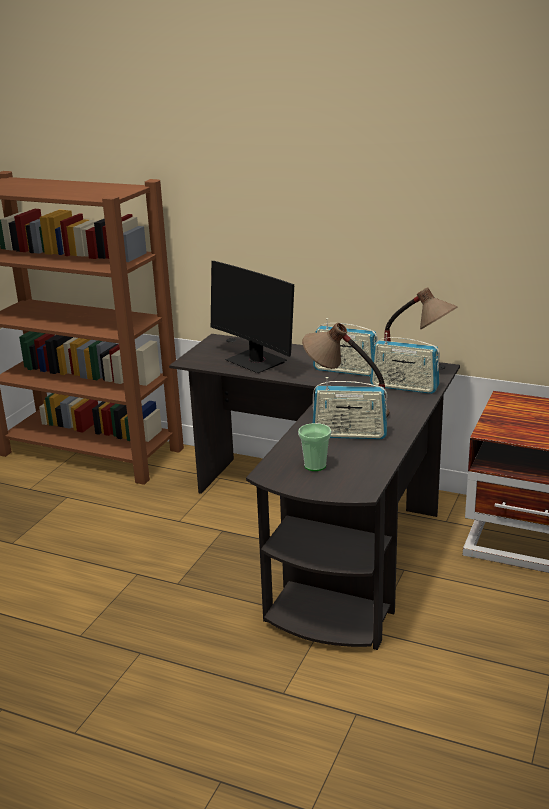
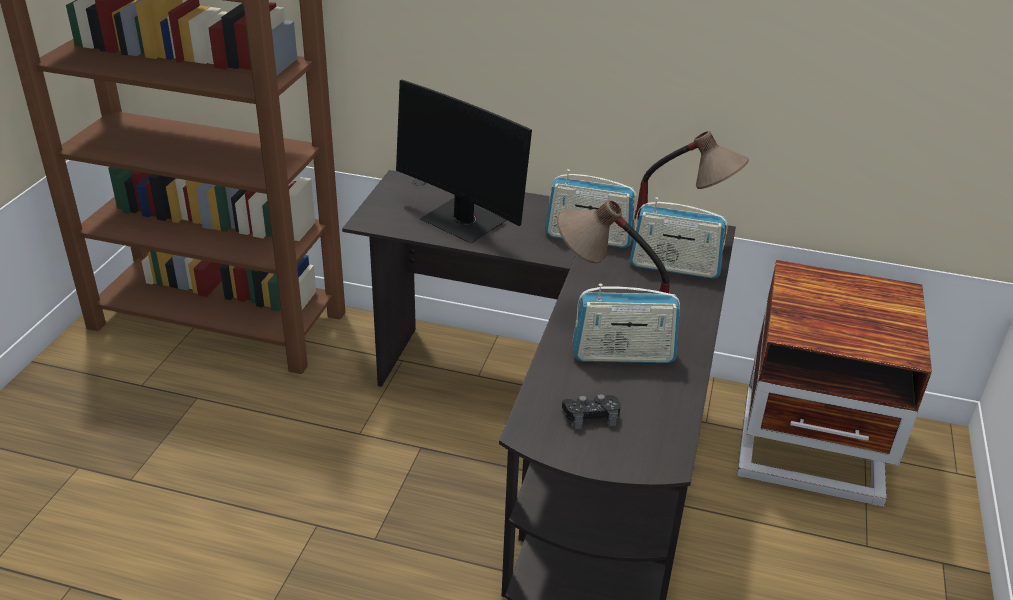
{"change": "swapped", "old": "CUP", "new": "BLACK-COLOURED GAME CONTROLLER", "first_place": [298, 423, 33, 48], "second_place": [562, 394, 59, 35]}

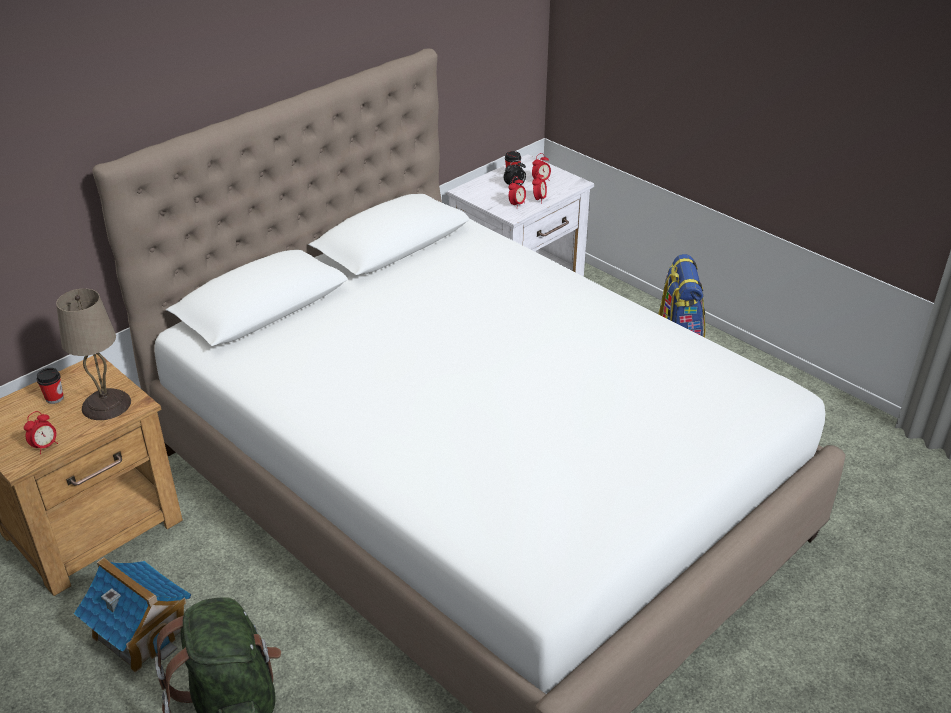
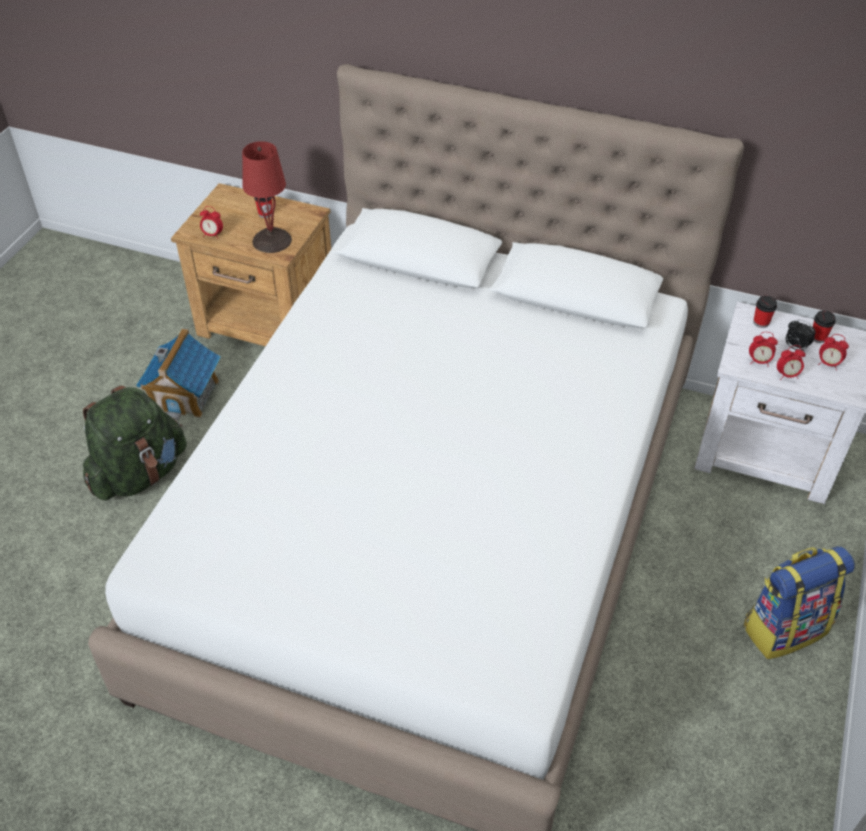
{"change": "repainted", "old": "BEIGE-COLOURED TABLETOP LAMP", "new": "RED-COLOURED TABLETOP LAMP", "first_place": [56, 289, 75, 131], "second_place": [242, 141, 50, 112]}
{"change": "new", "new": "CUP", "second_place": [753, 296, 24, 32]}

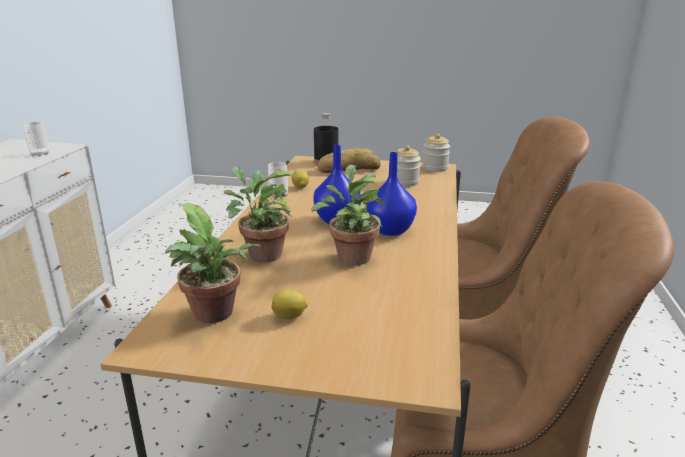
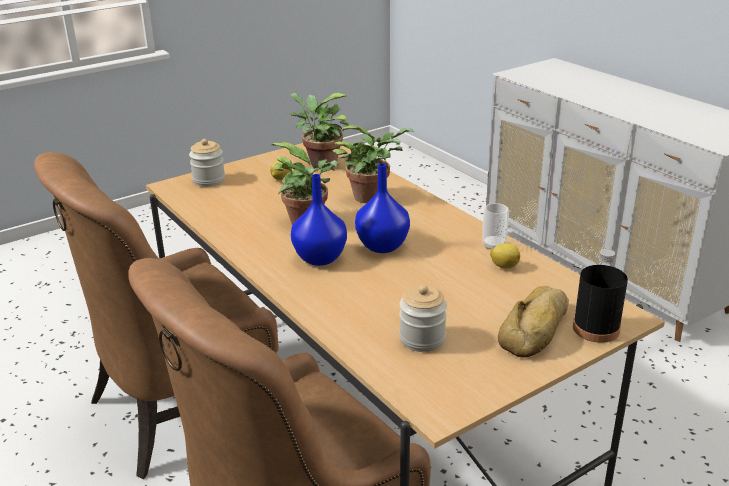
{"change": "gone", "old": "CUP", "first_place": [23, 122, 26, 35]}
{"change": "shifted", "old": "PRESERVE JAR", "first_place": [422, 134, 28, 38], "second_place": [189, 139, 36, 48]}

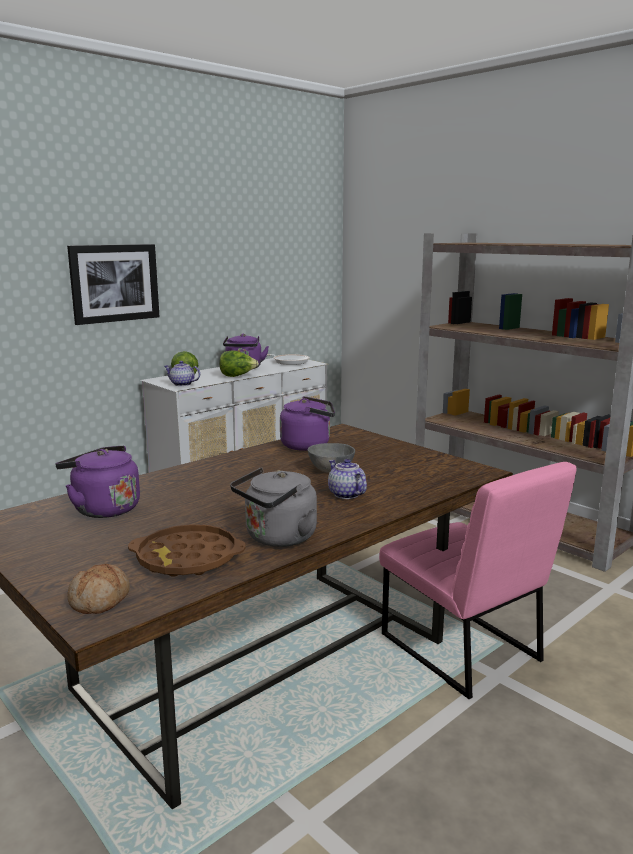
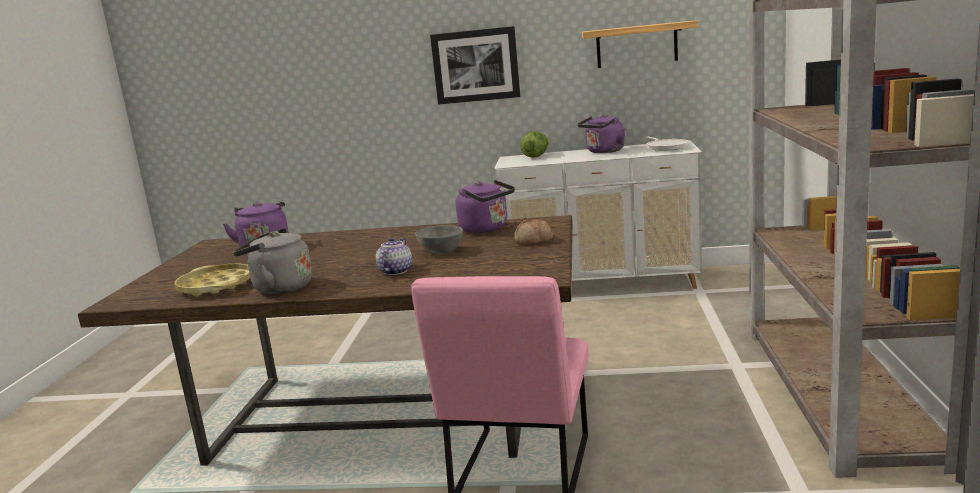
{"change": "shifted", "old": "BAKERY BREAD", "first_place": [68, 564, 62, 50], "second_place": [514, 219, 39, 27]}
{"change": "repainted", "old": "BROWN-COLOURED TRAY", "new": "YELLOW-COLOURED TRAY", "first_place": [128, 524, 118, 53], "second_place": [174, 264, 76, 32]}
{"change": "gone", "old": "TEA POT", "first_place": [164, 361, 36, 25]}
{"change": "gone", "old": "LETTUCE", "first_place": [219, 350, 40, 27]}
{"change": "new", "new": "WALL SHELF", "second_place": [582, 21, 116, 47]}

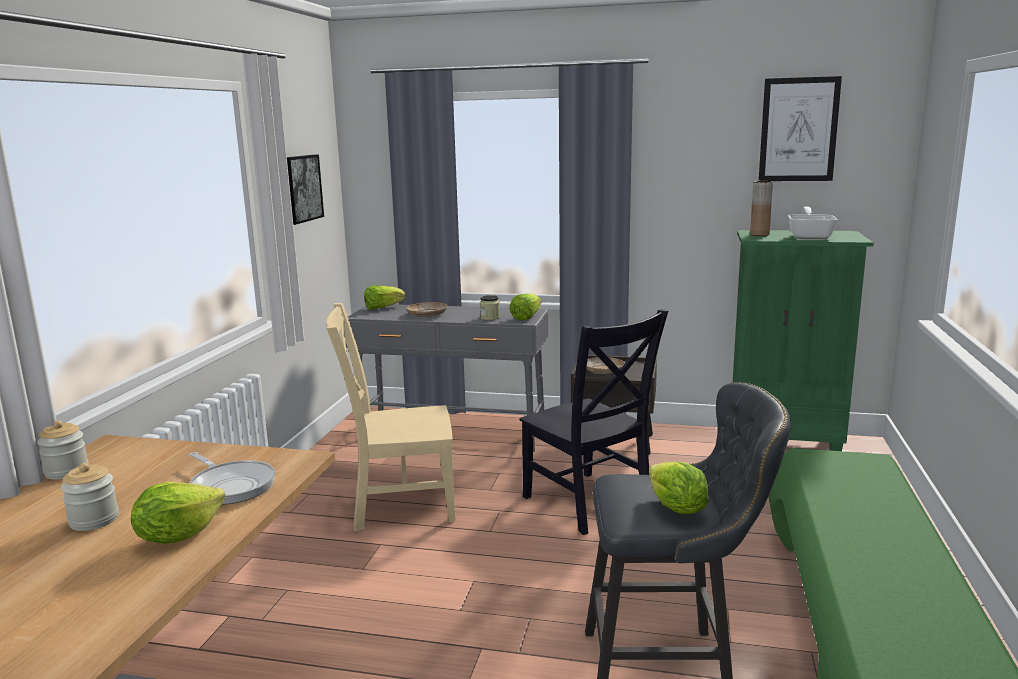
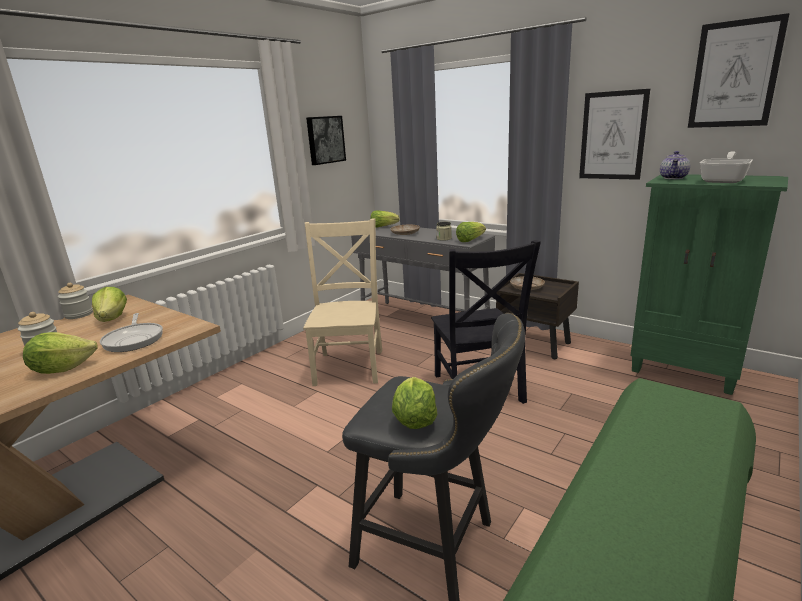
{"change": "rotated", "old": "BEIGE-COLOURED CHAIR", "first_place": [326, 303, 129, 228], "second_place": [303, 218, 79, 168], "degrees": 75}
{"change": "swapped", "old": "BROWN-COLOURED FLOWER VASE", "new": "TEA POT", "first_place": [750, 181, 23, 55], "second_place": [660, 151, 30, 28]}
{"change": "new", "new": "LETTUCE", "second_place": [92, 287, 35, 35]}
{"change": "new", "new": "PICTURE", "second_place": [579, 89, 71, 91]}

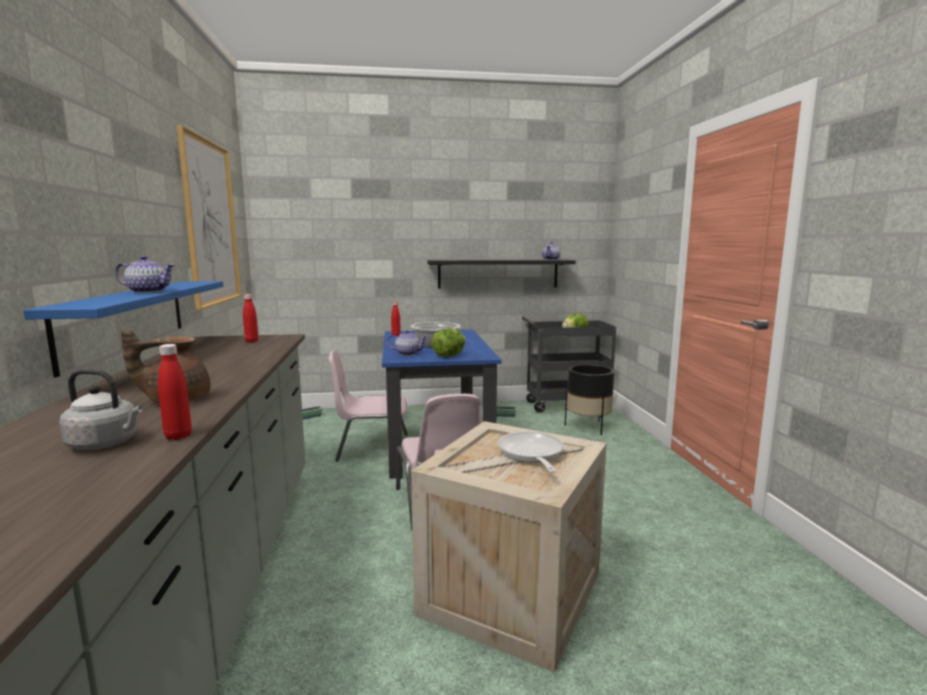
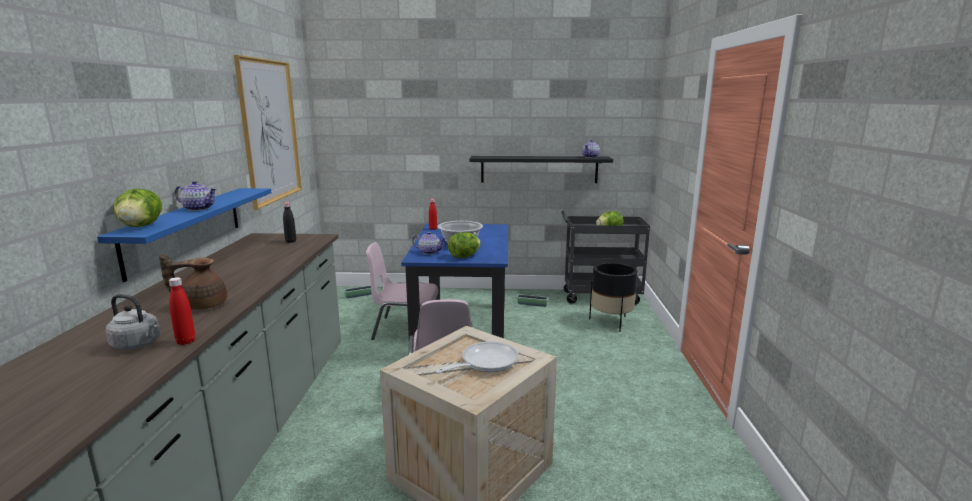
{"change": "repainted", "old": "RED-COLOURED DRINK BOTTLE", "new": "BLACK-COLOURED DRINK BOTTLE", "first_place": [243, 294, 16, 48], "second_place": [283, 202, 13, 41]}
{"change": "rotated", "old": "PAN", "first_place": [497, 432, 67, 41], "second_place": [435, 341, 84, 33], "degrees": 45}
{"change": "new", "new": "LETTUCE", "second_place": [114, 188, 48, 39]}

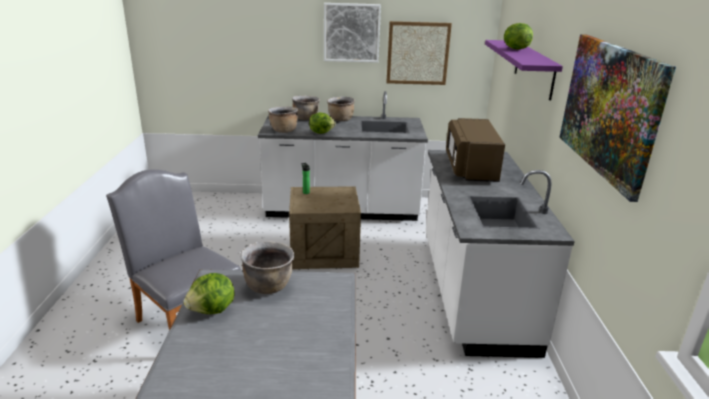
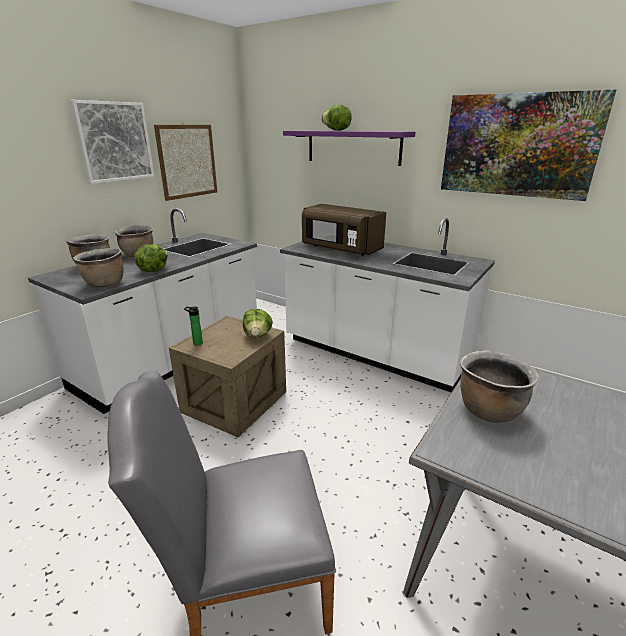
{"change": "shifted", "old": "LETTUCE", "first_place": [183, 273, 52, 41], "second_place": [243, 309, 30, 29]}

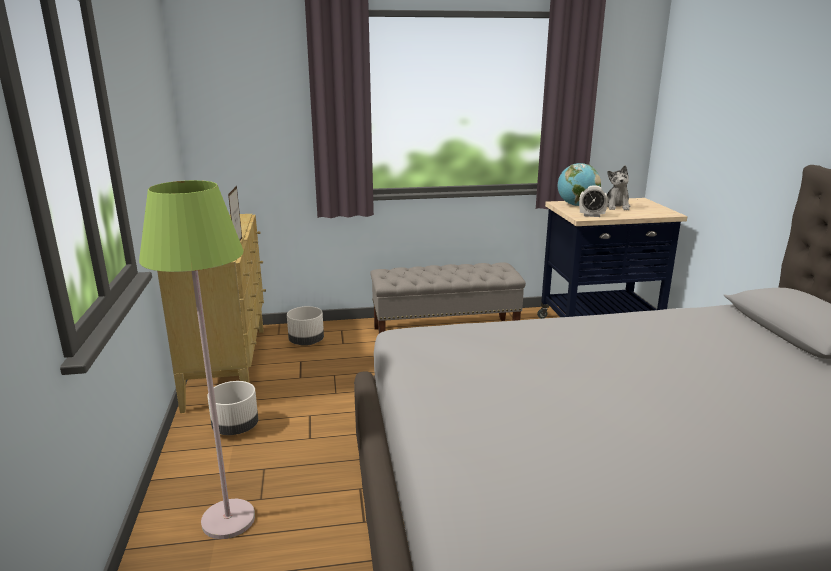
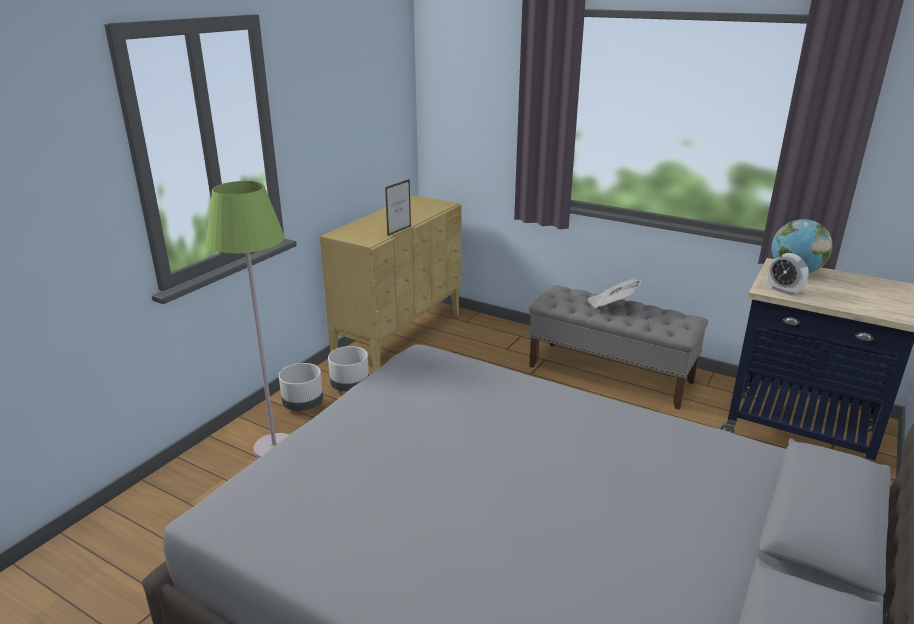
{"change": "shifted", "old": "WHITE PLANTER", "first_place": [287, 306, 37, 40], "second_place": [279, 363, 44, 48]}
{"change": "gone", "old": "SOFT TOY", "first_place": [607, 165, 23, 45]}
{"change": "new", "new": "DAILY PAPER", "second_place": [588, 279, 53, 29]}

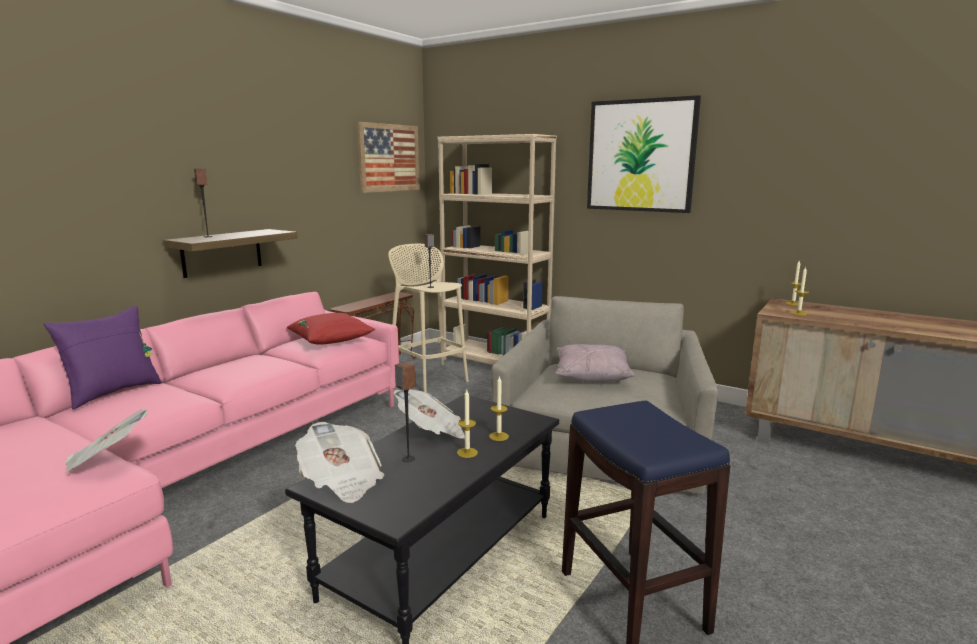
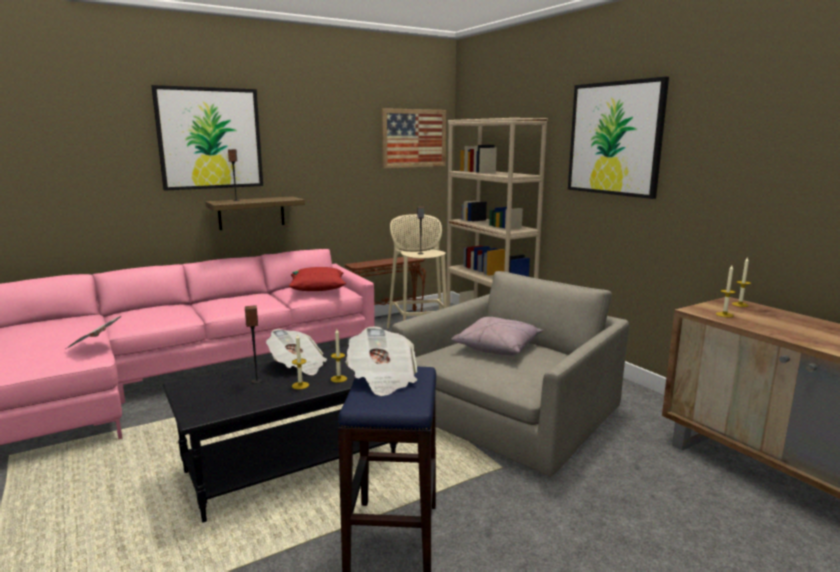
{"change": "gone", "old": "PURPLISH CUSHION", "first_place": [43, 306, 119, 103]}
{"change": "shifted", "old": "DAILY PAPER", "first_place": [295, 422, 90, 81], "second_place": [346, 326, 71, 70]}
{"change": "new", "new": "PICTURE", "second_place": [151, 85, 112, 106]}

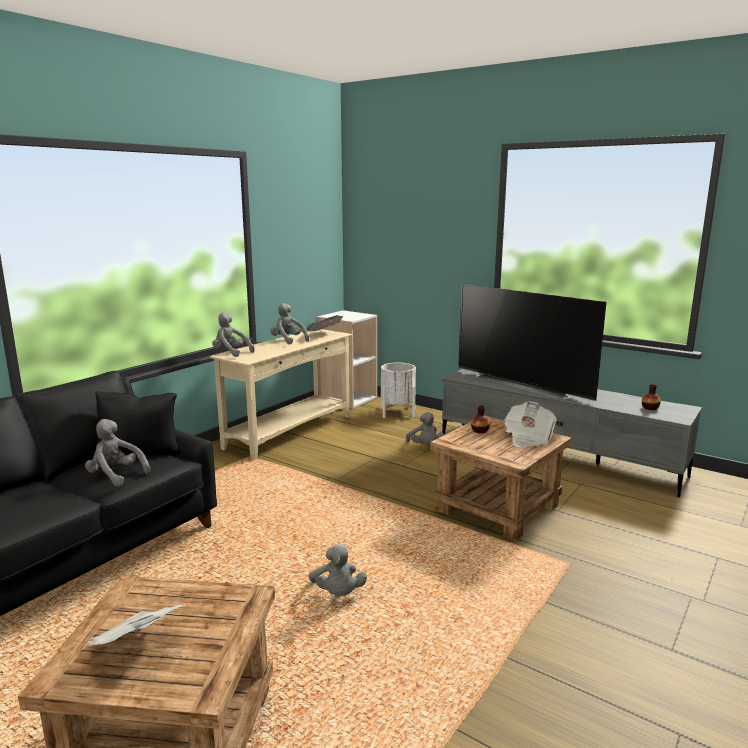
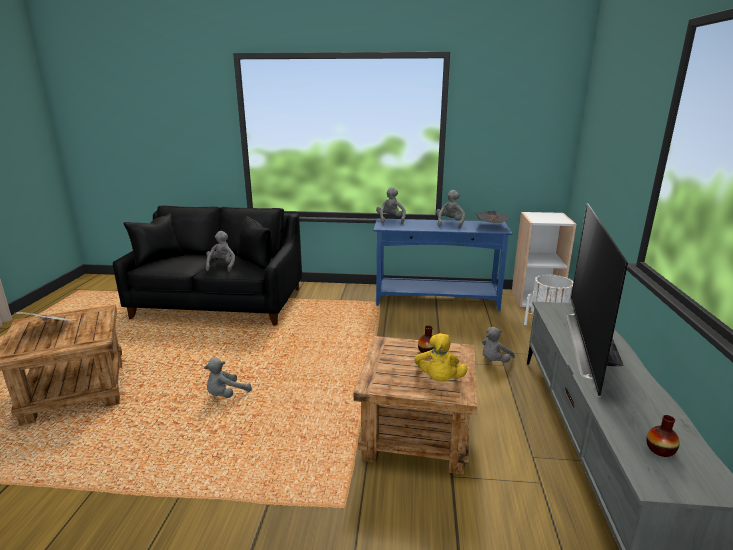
{"change": "repainted", "old": "BEIGE-COLOURED HALL TABLE", "new": "BLUE HALL TABLE", "first_place": [210, 329, 142, 131], "second_place": [373, 218, 140, 93]}
{"change": "swapped", "old": "DAILY PAPER", "new": "YELLOW-COLOURED SOFT TOY", "first_place": [504, 401, 53, 47], "second_place": [414, 333, 53, 49]}

